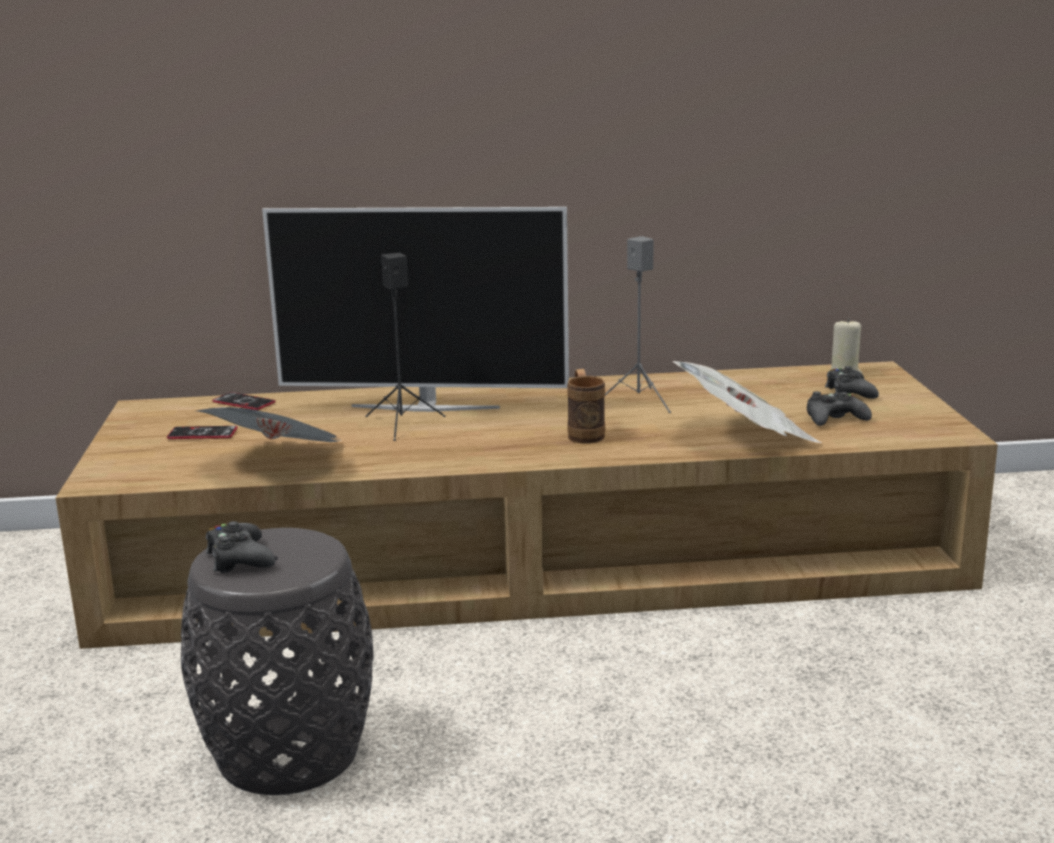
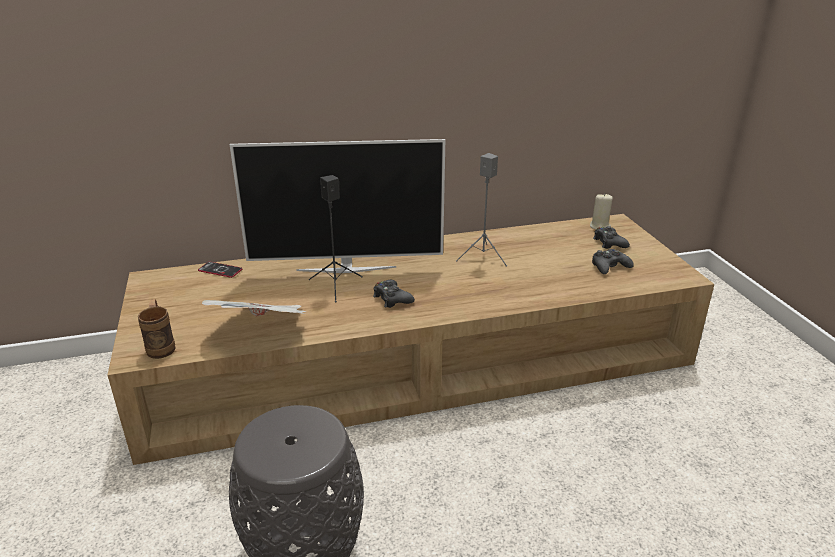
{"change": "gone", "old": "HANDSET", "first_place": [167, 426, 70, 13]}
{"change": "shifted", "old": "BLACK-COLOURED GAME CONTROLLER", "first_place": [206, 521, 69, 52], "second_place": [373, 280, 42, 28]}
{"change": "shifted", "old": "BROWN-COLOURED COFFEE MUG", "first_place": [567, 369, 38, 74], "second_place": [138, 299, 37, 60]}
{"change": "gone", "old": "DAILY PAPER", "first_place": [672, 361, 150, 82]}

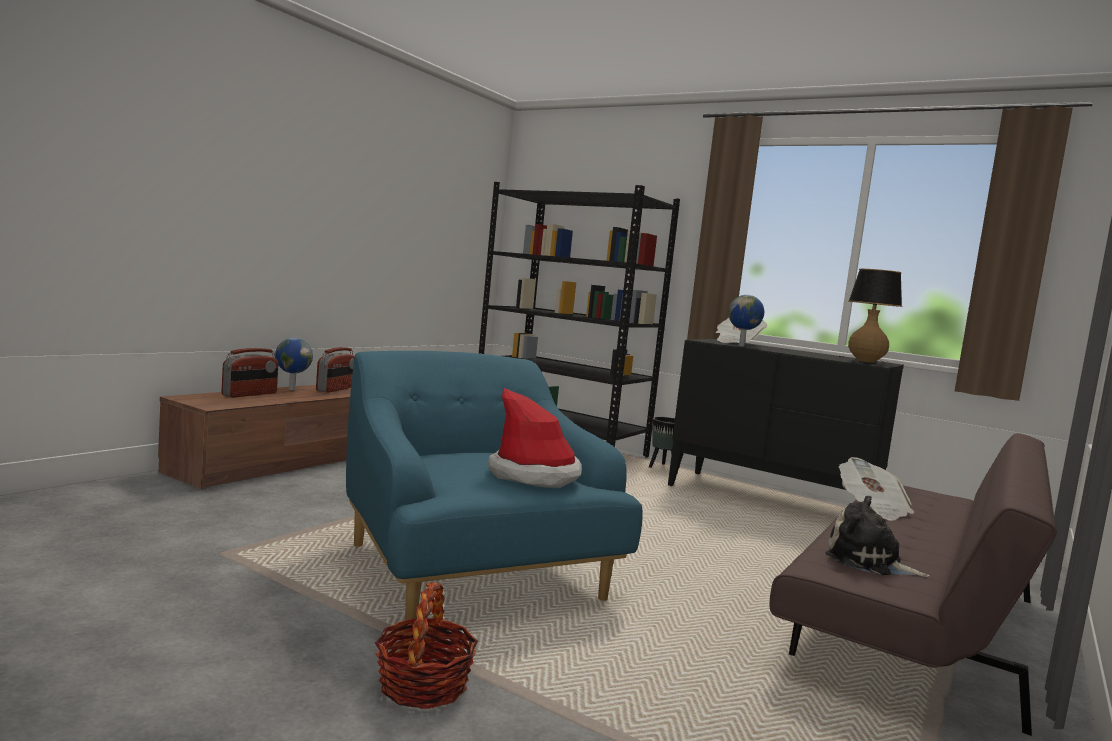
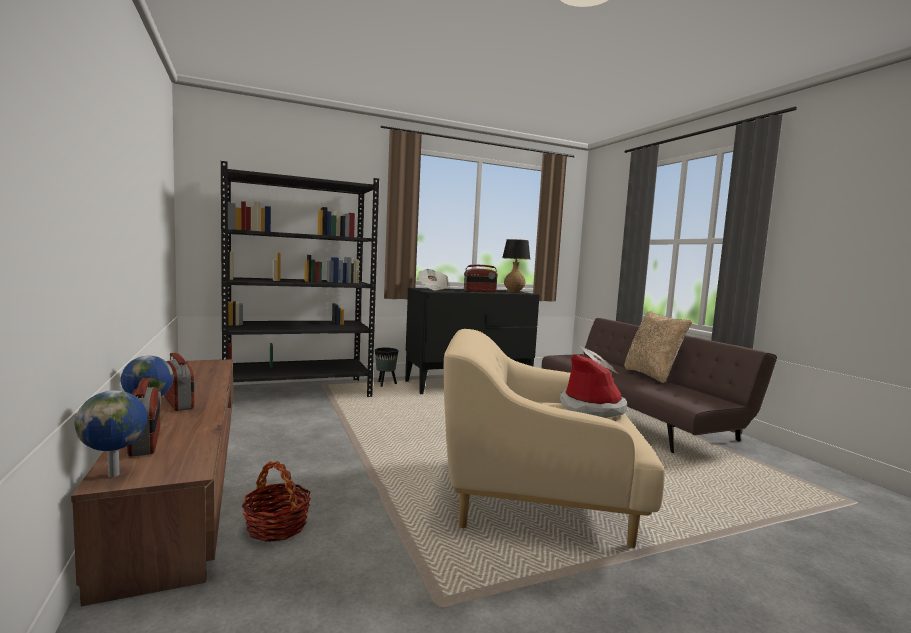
{"change": "repainted", "old": "BLUE EASY CHAIR", "new": "BEIGE-COLOURED EASY CHAIR", "first_place": [346, 351, 297, 274], "second_place": [444, 329, 221, 219]}
{"change": "shifted", "old": "STORAGE BASKET", "first_place": [375, 582, 103, 127], "second_place": [241, 461, 70, 81]}
{"change": "shifted", "old": "DESK GLOBE", "first_place": [728, 295, 36, 52], "second_place": [75, 390, 72, 87]}
{"change": "gone", "old": "SOFT TOY", "first_place": [825, 496, 105, 81]}
{"change": "new", "new": "RADIO SET", "second_place": [464, 265, 34, 27]}
{"change": "new", "new": "BEIGE-COLOURED CUSHION", "second_place": [625, 311, 67, 72]}

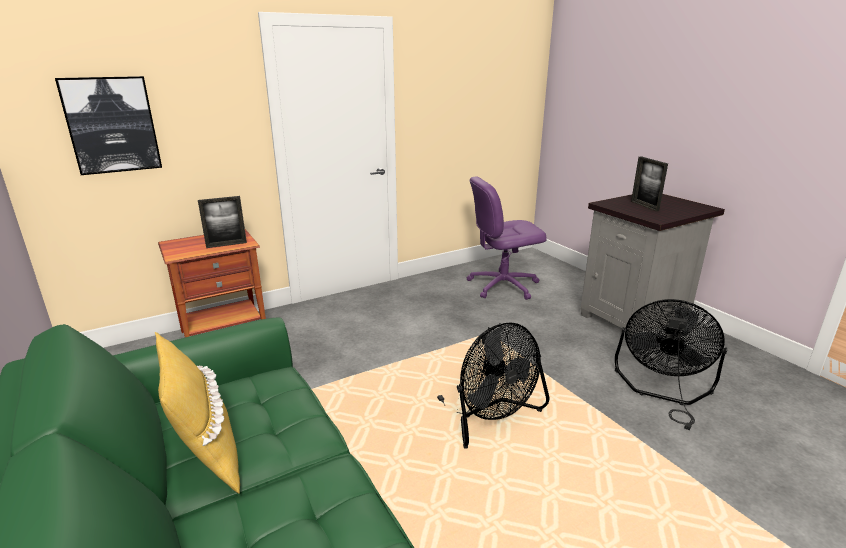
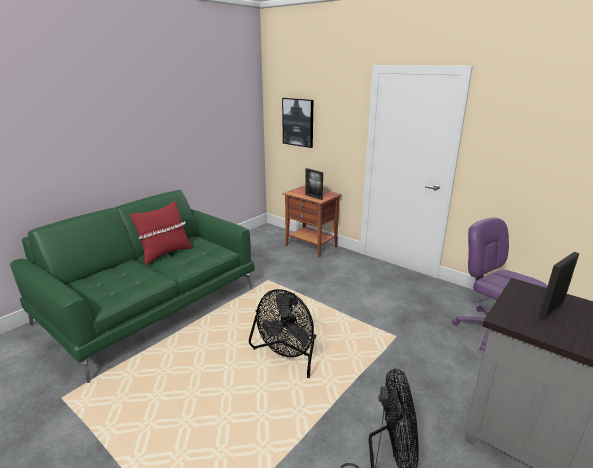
{"change": "repainted", "old": "YELLOW-COLOURED CUSHION", "new": "RED-COLOURED CUSHION", "first_place": [155, 332, 85, 162], "second_place": [130, 201, 62, 64]}

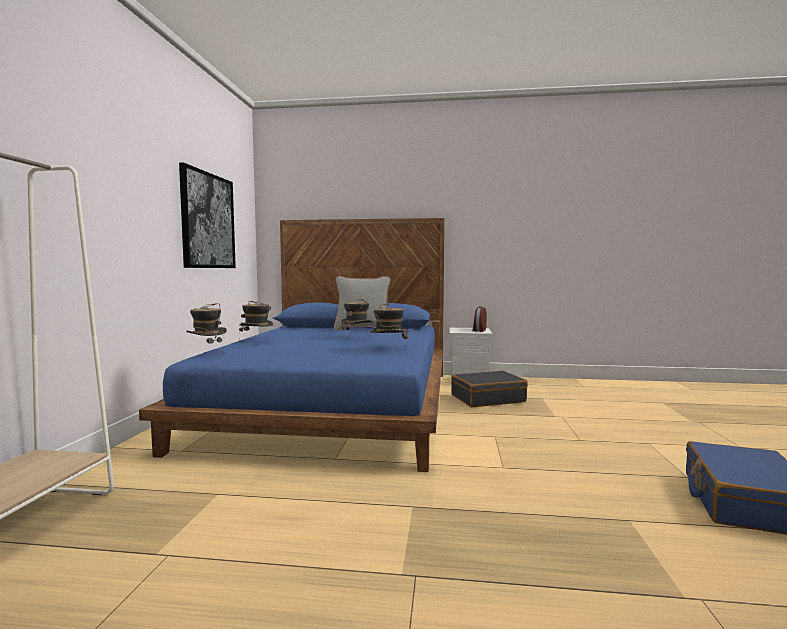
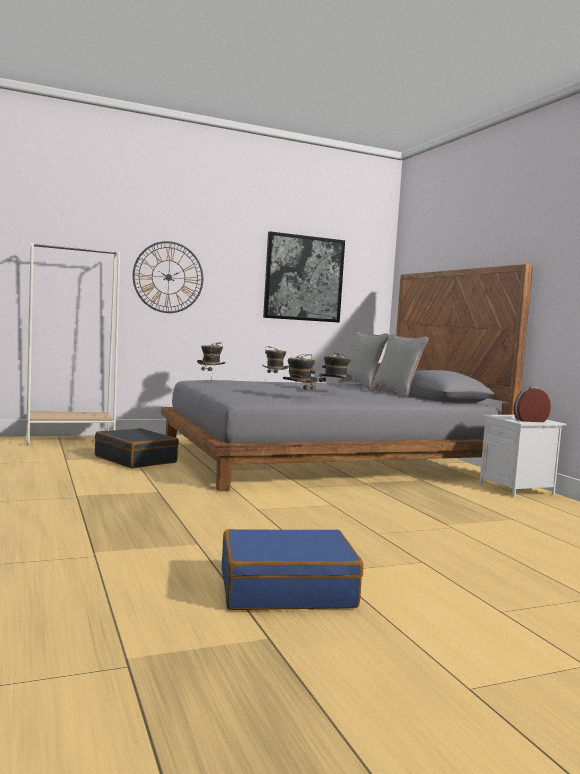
{"change": "repainted", "old": "BLUE SLEEPING BED", "new": "GREYISH SLEEPING BED", "first_place": [139, 218, 306, 254], "second_place": [161, 264, 372, 227]}
{"change": "shifted", "old": "BLACK-COLOURED SUITCASE", "first_place": [451, 371, 77, 36], "second_place": [95, 428, 84, 40]}
{"change": "new", "new": "HANGING CLOCK", "second_place": [133, 241, 70, 72]}
{"change": "new", "new": "GREYISH CUSHION", "second_place": [338, 331, 51, 57]}

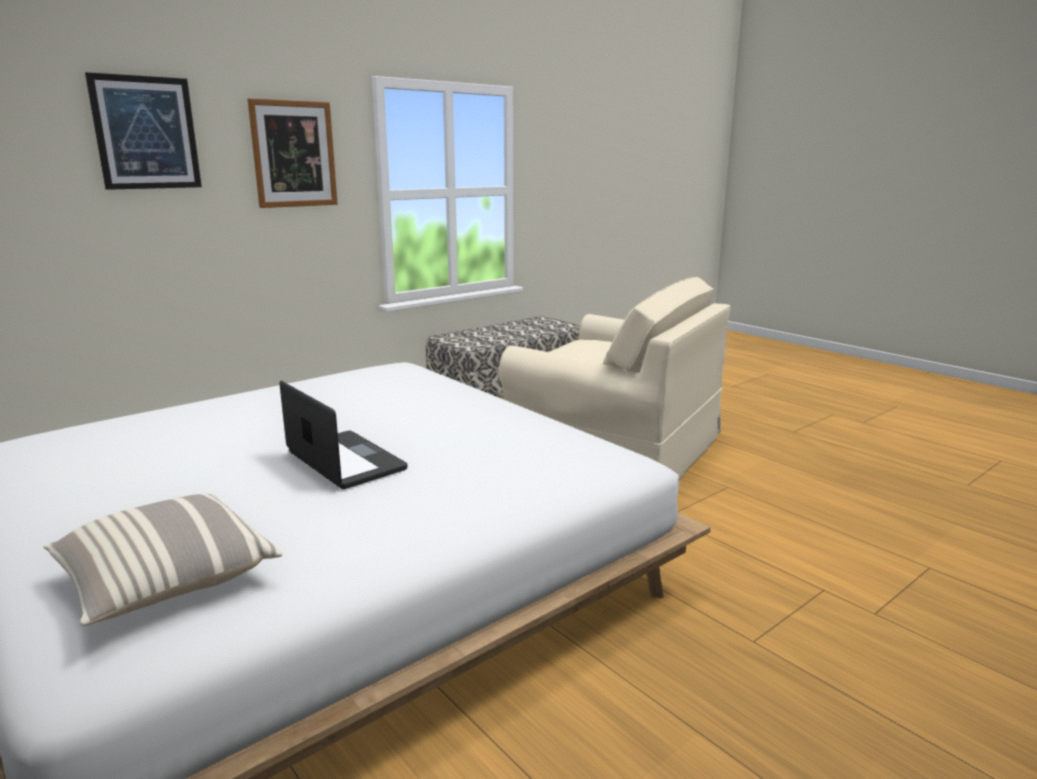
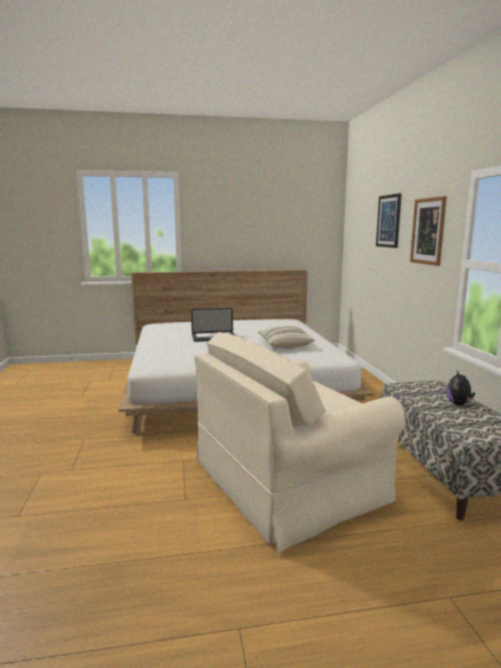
{"change": "shifted", "old": "CUSHION", "first_place": [43, 494, 239, 132], "second_place": [258, 326, 57, 22]}
{"change": "new", "new": "SOFT TOY", "second_place": [447, 370, 28, 35]}

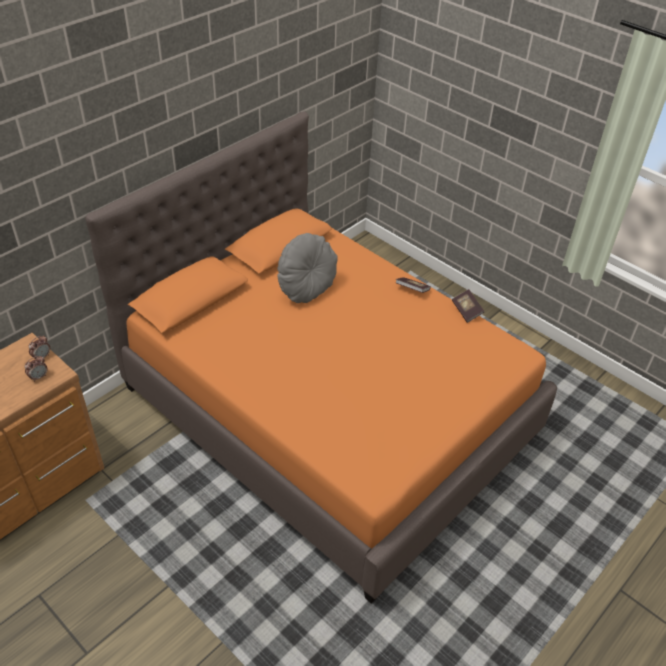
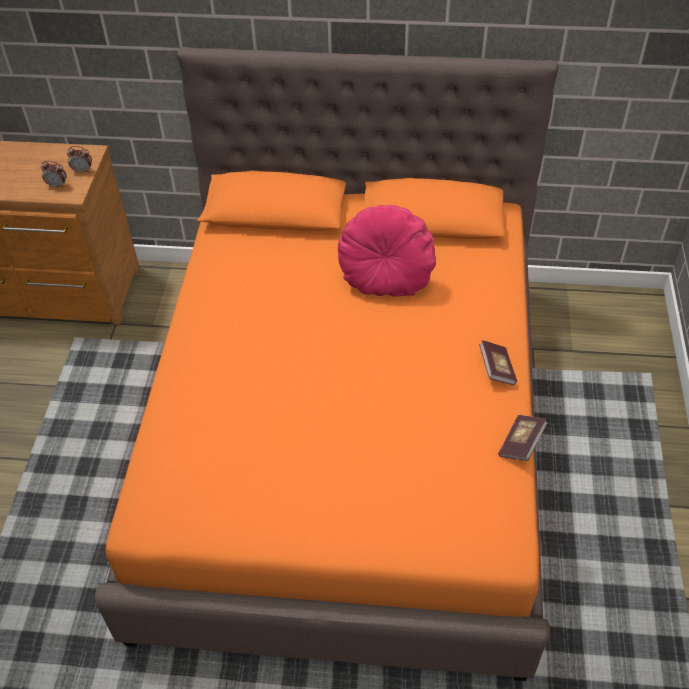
{"change": "repainted", "old": "GREYISH CUSHION", "new": "PINK CUSHION", "first_place": [277, 233, 61, 70], "second_place": [338, 205, 98, 92]}

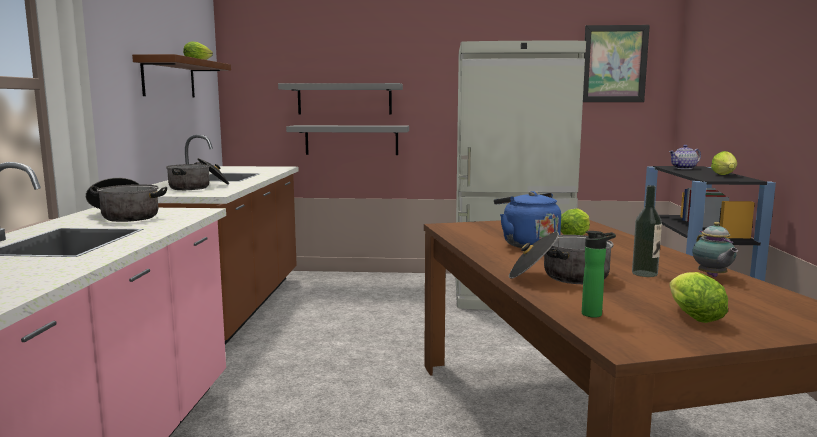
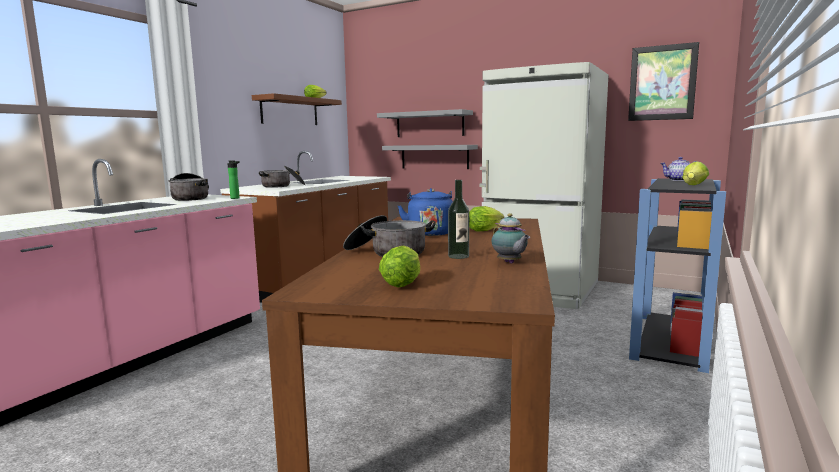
{"change": "shifted", "old": "DRINK BOTTLE", "first_place": [582, 231, 34, 87], "second_place": [228, 161, 12, 38]}
{"change": "rotated", "old": "TEA POT", "first_place": [692, 222, 46, 55], "second_place": [492, 213, 38, 51], "degrees": -45}

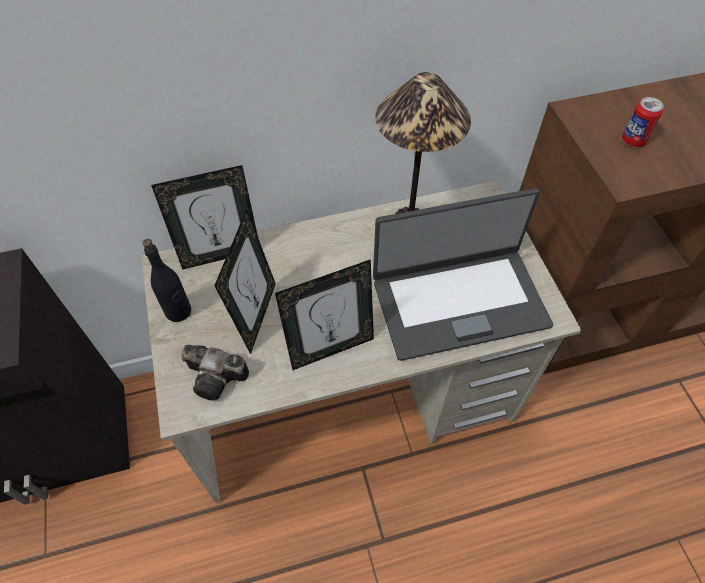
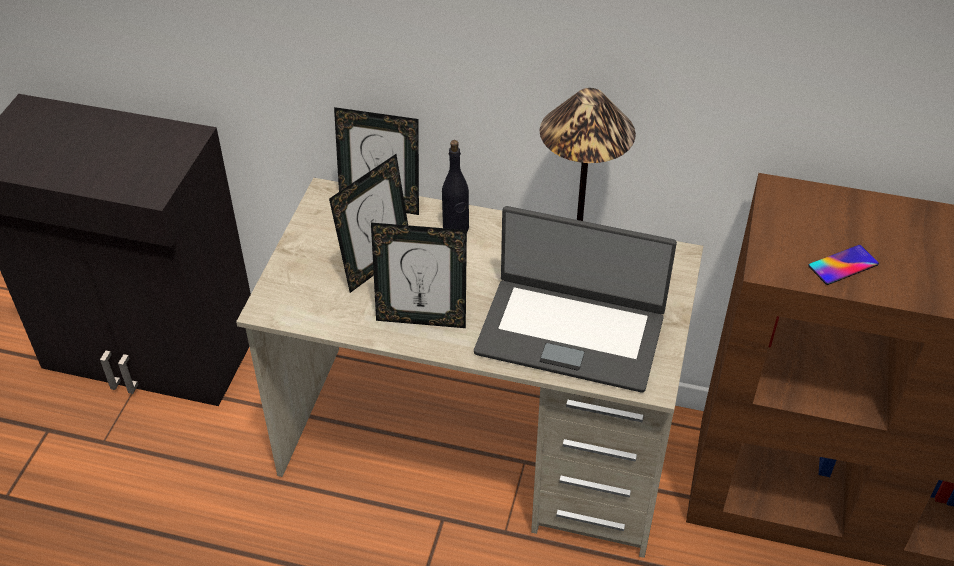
{"change": "shifted", "old": "BLACK-COLOURED DRINK BOTTLE", "first_place": [143, 239, 48, 83], "second_place": [442, 140, 27, 92]}
{"change": "gone", "old": "STILL CAMERA", "first_place": [181, 345, 68, 55]}
{"change": "gone", "old": "METAL CAN", "first_place": [622, 97, 41, 50]}
{"change": "new", "new": "HANDSET", "second_place": [808, 245, 71, 40]}

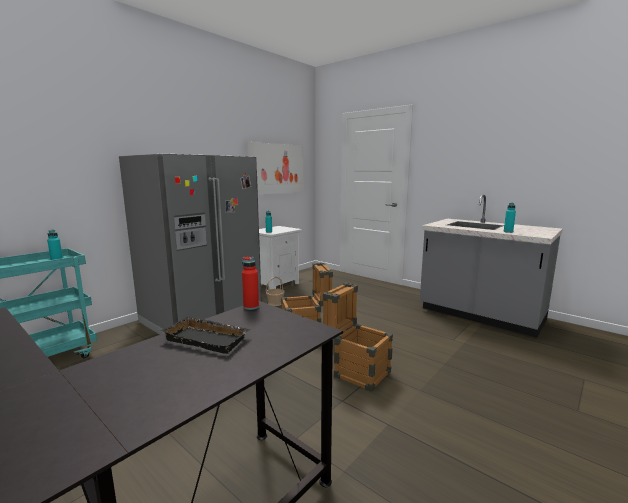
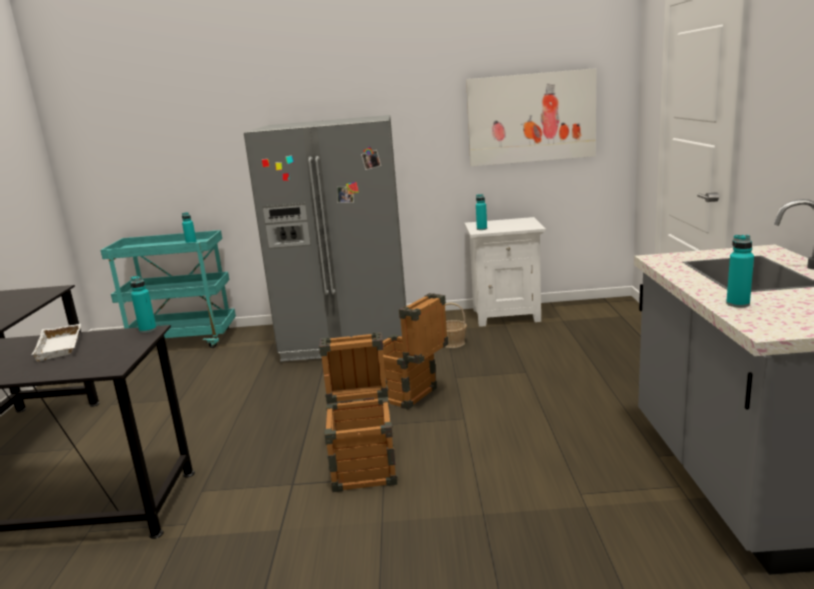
{"change": "repainted", "old": "BLACK-COLOURED TRAY", "new": "WHITE TRAY", "first_place": [160, 316, 91, 38], "second_place": [31, 324, 50, 38]}
{"change": "repainted", "old": "RED-COLOURED DRINK BOTTLE", "new": "BLUE-GREEN DRINK BOTTLE", "first_place": [242, 257, 17, 53], "second_place": [130, 276, 27, 57]}

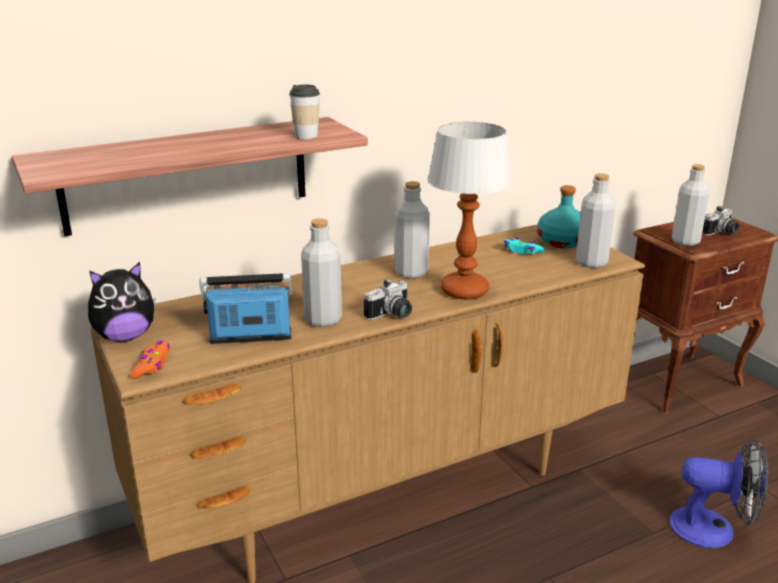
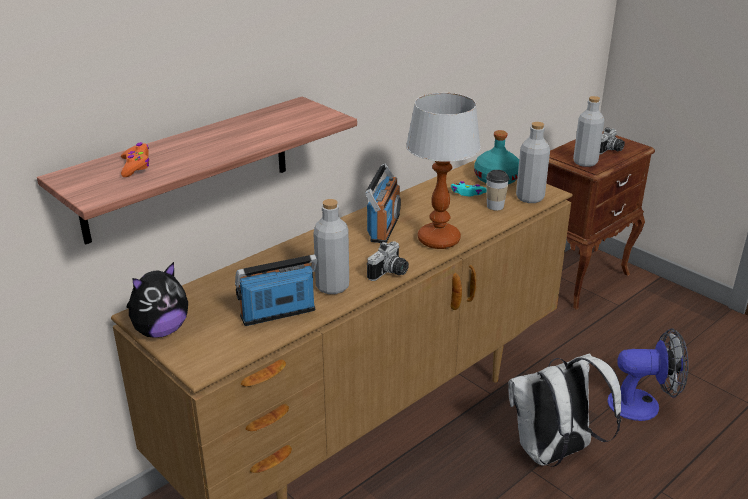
{"change": "shifted", "old": "ORANGEY GAME CONTROLLER", "first_place": [129, 340, 41, 39], "second_place": [121, 142, 28, 35]}
{"change": "shifted", "old": "CUP", "first_place": [289, 85, 31, 54], "second_place": [486, 170, 23, 40]}
{"change": "swapped", "old": "GREYISH DRINK BOTTLE", "new": "RADIO SET", "first_place": [395, 181, 35, 98], "second_place": [365, 163, 36, 80]}
{"change": "new", "new": "WHITE RUCKSACK", "second_place": [508, 353, 113, 114]}

